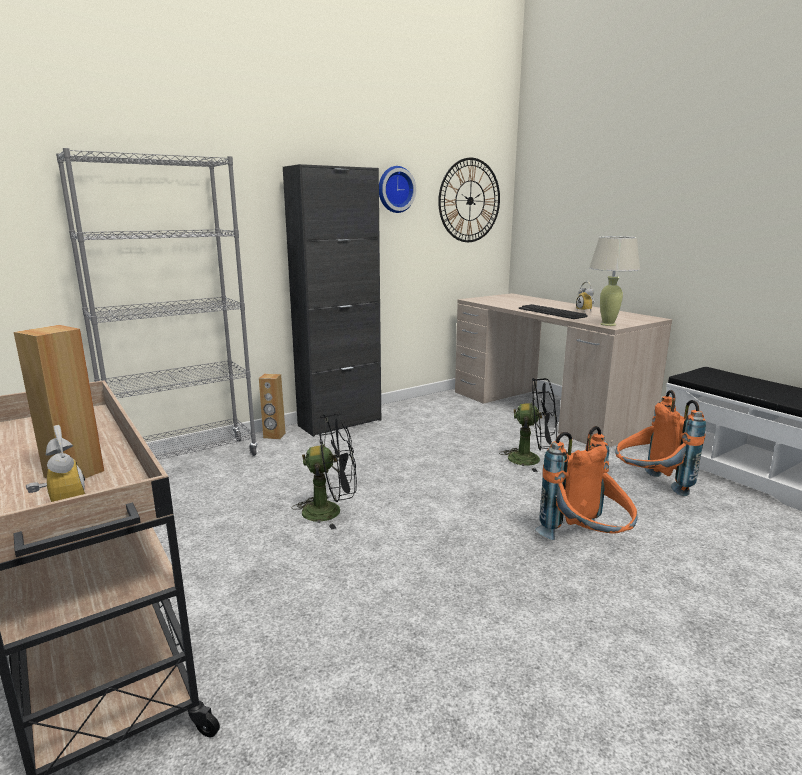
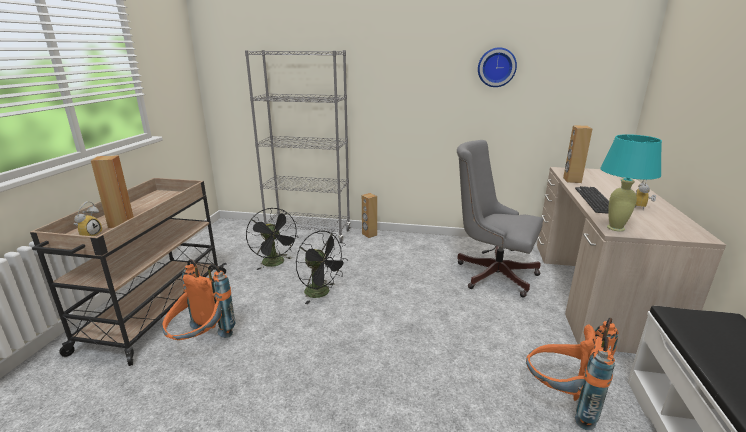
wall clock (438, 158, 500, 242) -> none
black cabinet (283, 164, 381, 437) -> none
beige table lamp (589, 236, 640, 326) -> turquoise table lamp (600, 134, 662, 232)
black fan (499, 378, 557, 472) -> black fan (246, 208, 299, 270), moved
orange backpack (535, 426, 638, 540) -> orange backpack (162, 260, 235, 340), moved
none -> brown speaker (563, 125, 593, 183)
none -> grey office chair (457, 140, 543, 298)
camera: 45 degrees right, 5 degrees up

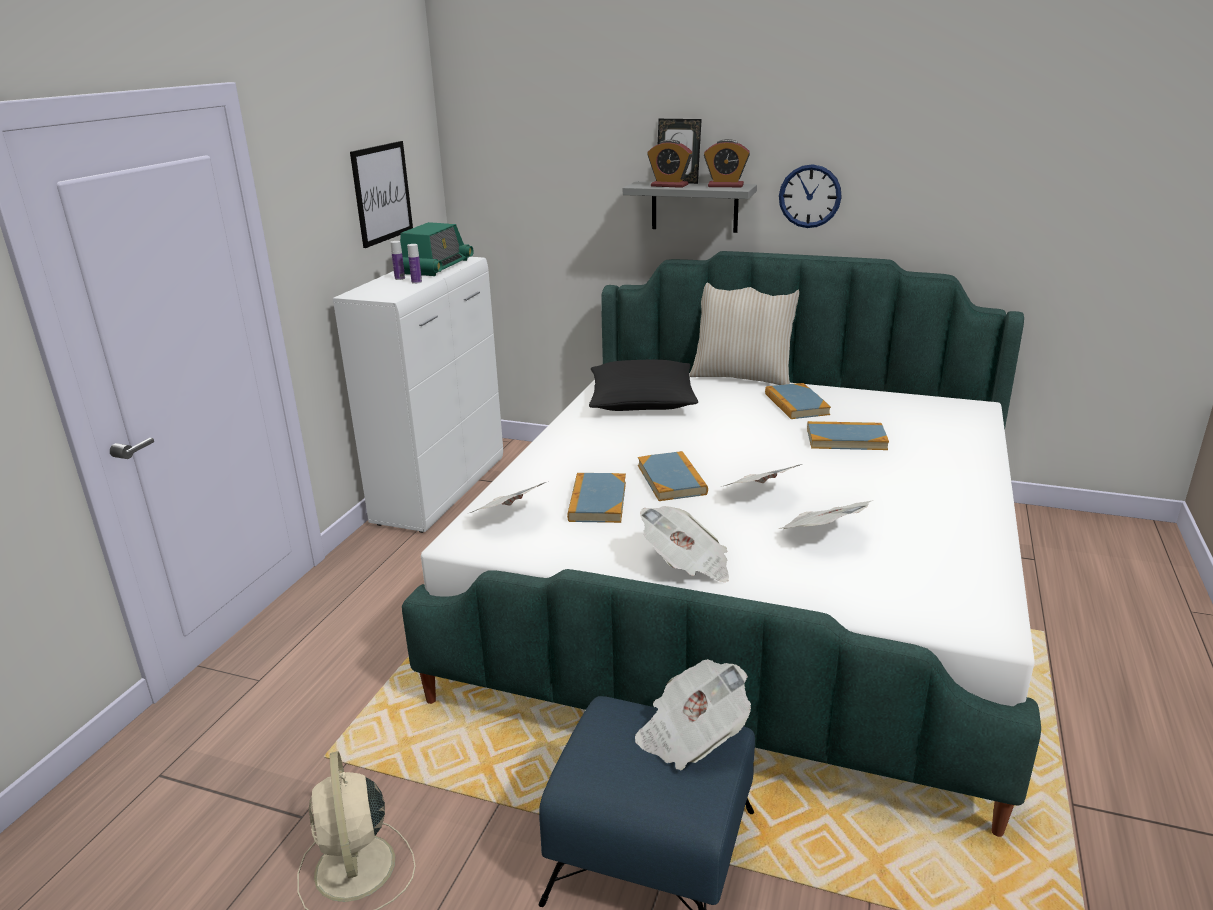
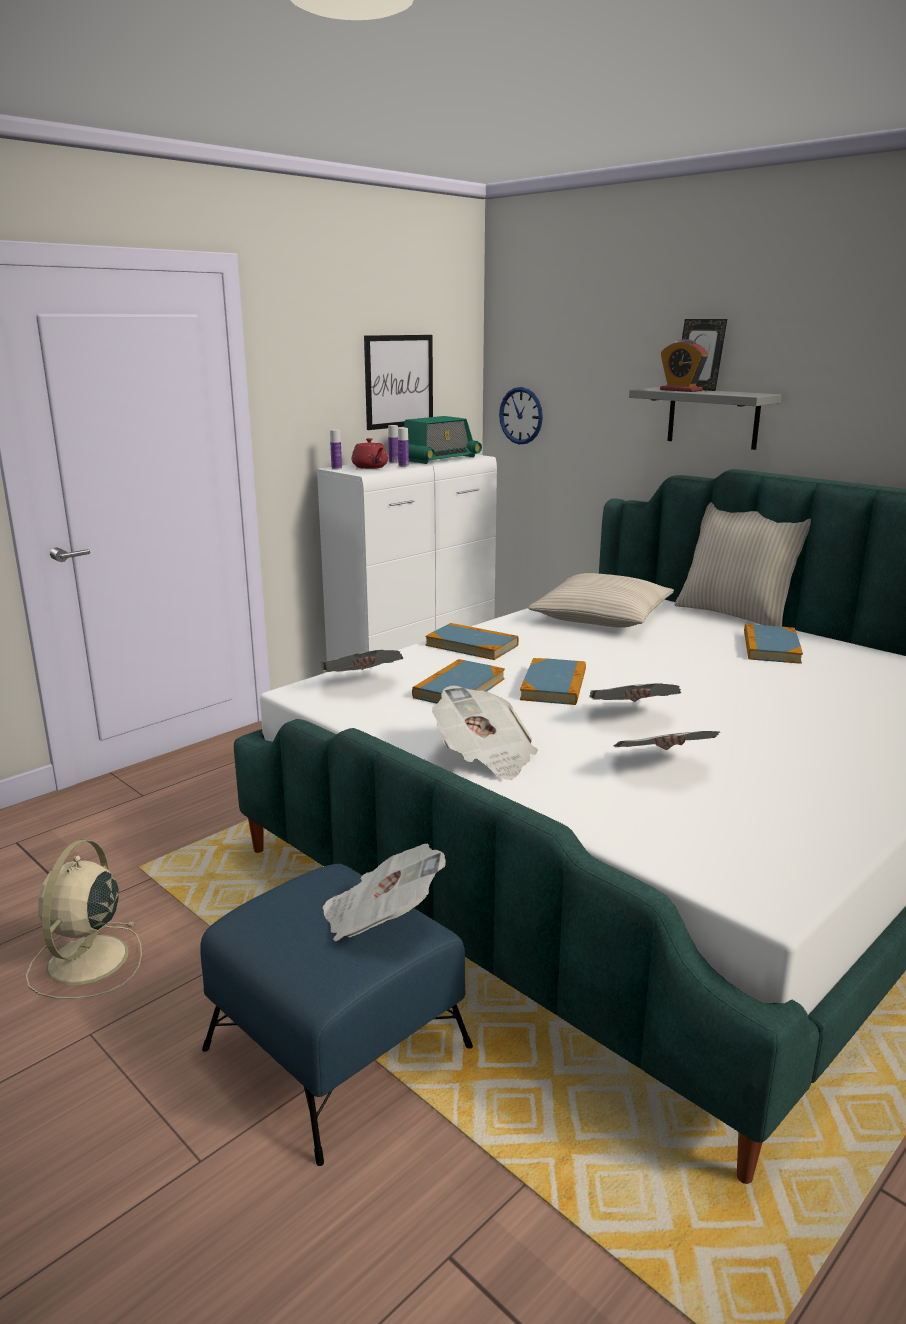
alarm clock (704, 139, 750, 187) -> none
wall clock (779, 164, 842, 228) -> wall clock (499, 387, 543, 444), moved
black pillow (589, 360, 698, 411) -> beige pillow (528, 573, 674, 628)
book (807, 421, 889, 450) -> book (425, 623, 519, 660), moved
none -> bottle (330, 430, 342, 470)
none -> red teapot (352, 438, 388, 469)
camera: 25 degrees right, 5 degrees down

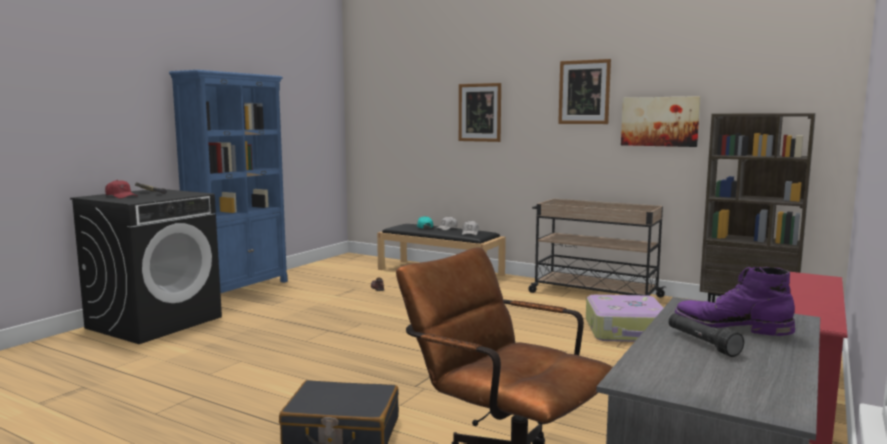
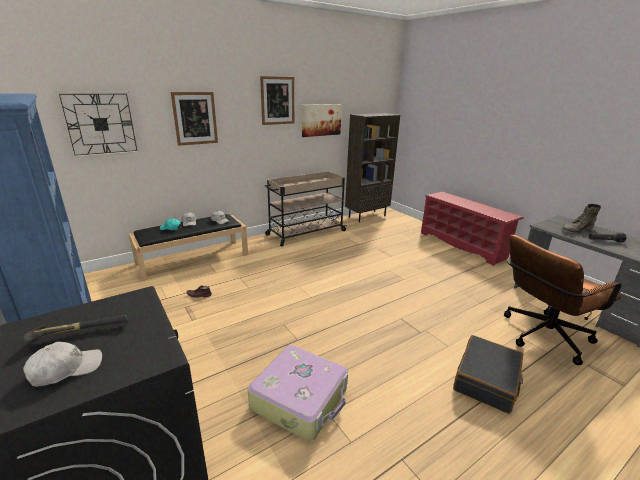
red cap (105, 180, 137, 198) -> white cap (23, 341, 102, 387)
purple boot (675, 267, 795, 336) -> green boot (561, 204, 601, 234)
suitcase (586, 295, 664, 342) -> suitcase (248, 345, 348, 441), moved
none -> wall clock (55, 91, 140, 158)
camera: 65 degrees left, 15 degrees up

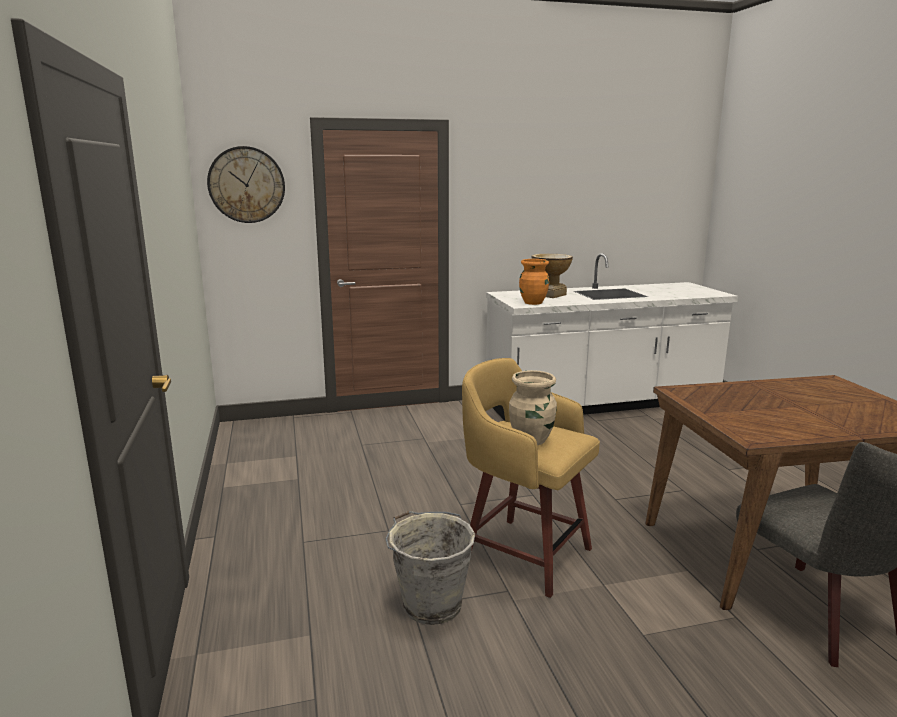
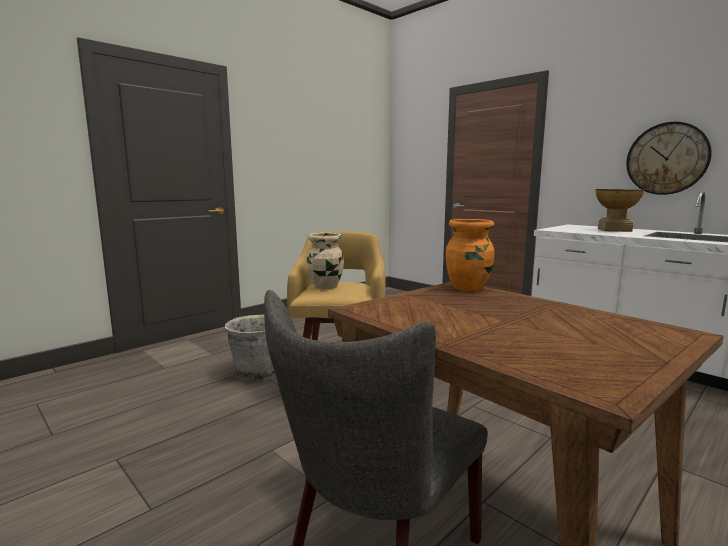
wall clock (207, 146, 285, 223) -> wall clock (626, 122, 712, 195), moved
orange vase (519, 259, 549, 305) -> orange vase (446, 219, 495, 291), moved
camera: 60 degrees right, 5 degrees down

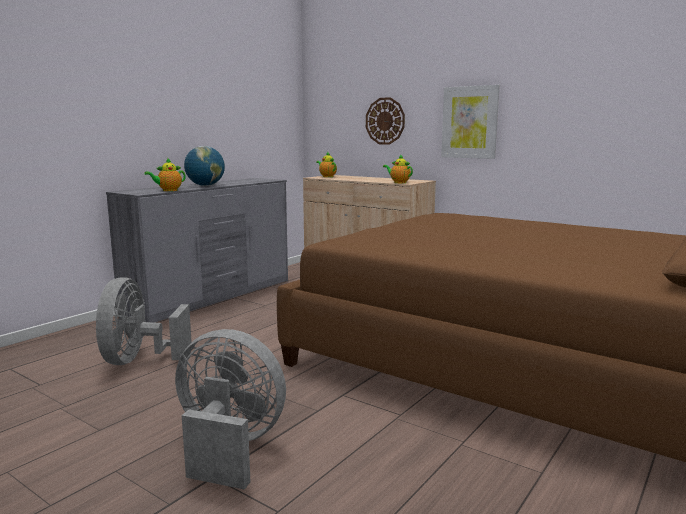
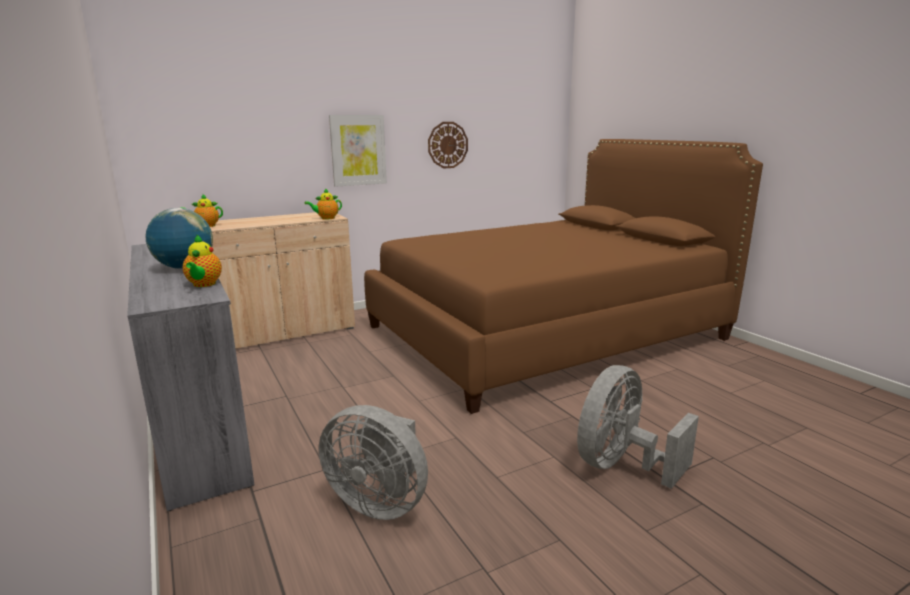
wall clock (366, 97, 405, 145) -> wall clock (428, 122, 468, 168), moved
camera: 65 degrees left, 5 degrees up

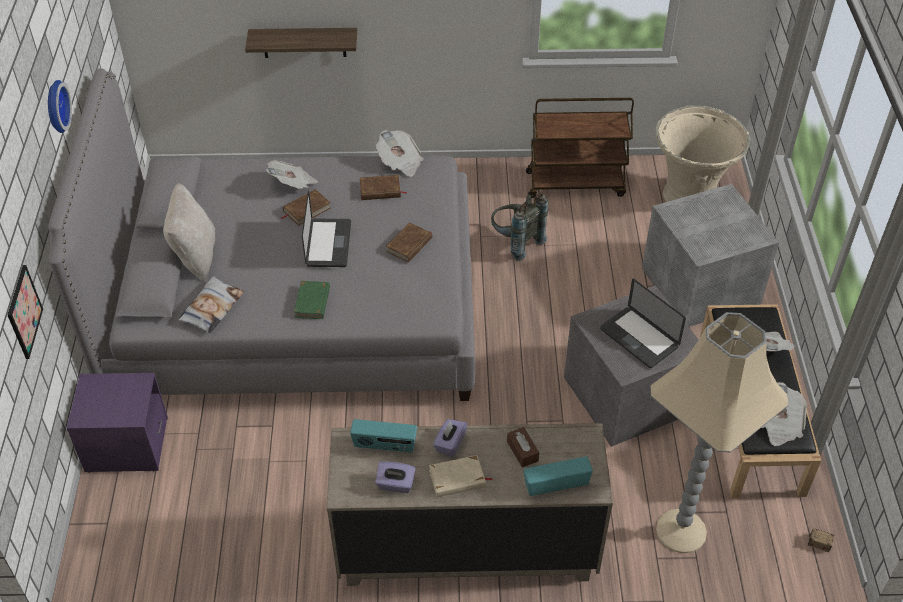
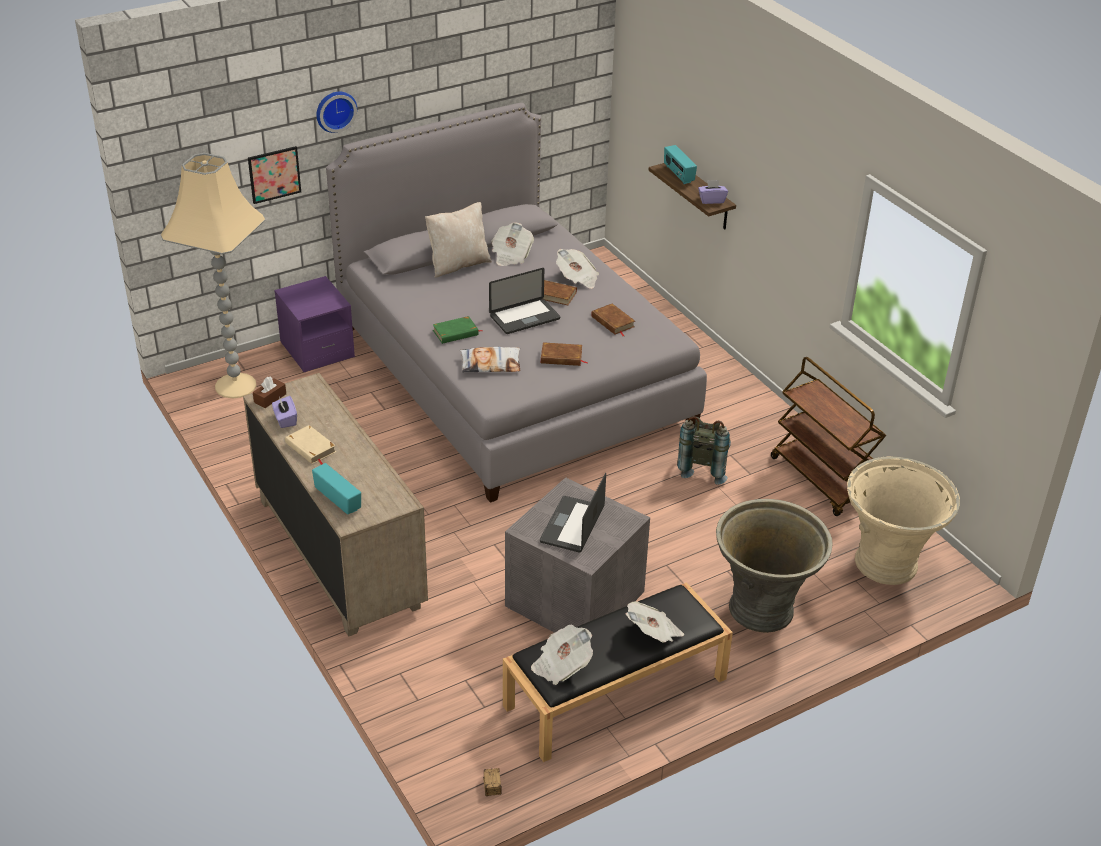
wall clock (48, 80, 72, 133) -> wall clock (317, 92, 357, 133), moved
newspaper (376, 130, 424, 177) -> newspaper (491, 222, 534, 266), moved
grey storage box (642, 184, 779, 327) -> grey planter (716, 499, 833, 633)
pillow (178, 276, 244, 333) -> pillow (460, 347, 521, 373), moved
beige floor lamp (650, 312, 789, 553) -> beige floor lamp (161, 153, 265, 398), moved
radio (350, 419, 417, 453) -> radio (664, 145, 697, 184), moved
purple tissue box (433, 419, 467, 457) -> purple tissue box (698, 180, 728, 204), moved
brown tissue box (507, 427, 539, 468) -> brown tissue box (253, 377, 286, 408), moved
camera: 60 degrees right, 10 degrees down

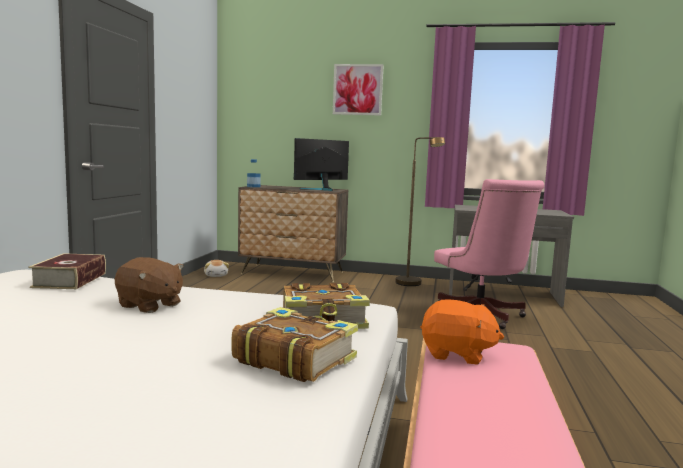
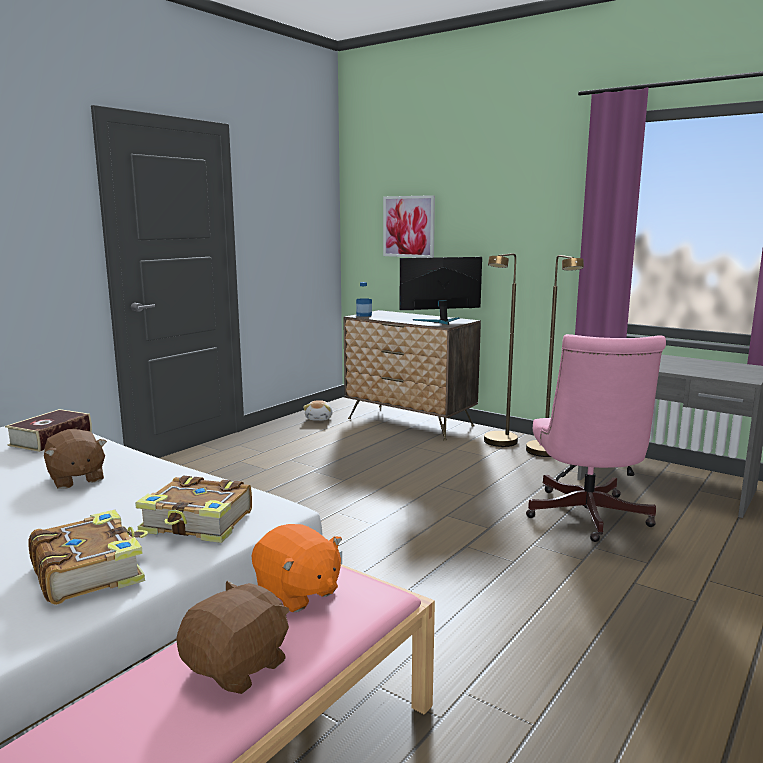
picture (333, 64, 384, 115) -> picture (383, 195, 435, 258), moved
none -> brown floor lamp (484, 253, 518, 447)
none -> brown plush toy (176, 581, 290, 694)
camera: 25 degrees right, 5 degrees up

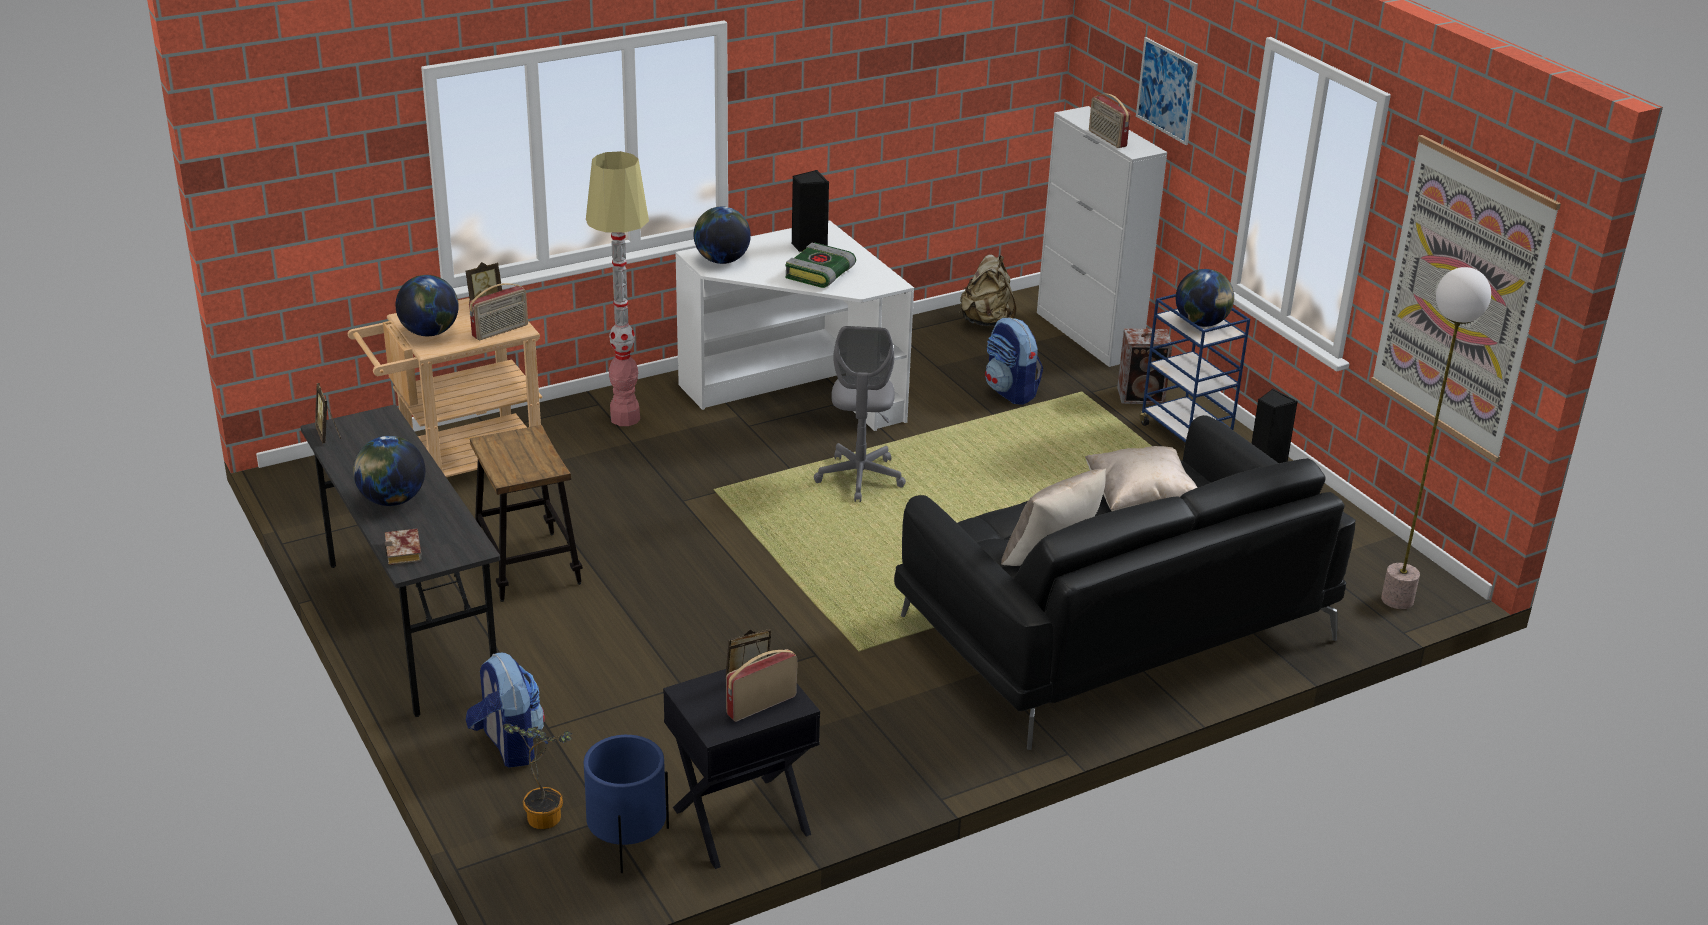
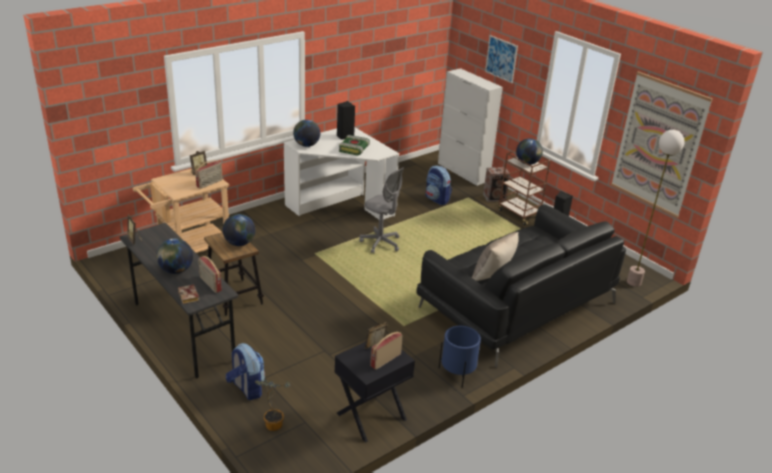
radio (1089, 94, 1130, 148) -> radio (198, 256, 222, 293), moved
floor lamp (586, 151, 649, 426) -> none
beige backpack (959, 254, 1017, 326) -> none
globe (396, 275, 459, 336) -> globe (223, 214, 255, 246), moved
blue cart (1139, 294, 1250, 448) -> brown cart (498, 150, 551, 225)
grey office chair (814, 326, 906, 502) -> grey office chair (359, 167, 404, 254), 45 degrees counterclockwise
beige pillow (1085, 446, 1198, 511) -> none
blue planter (584, 735, 669, 873) -> blue planter (439, 326, 481, 388), moved
camera: 10 degrees left, 0 degrees up

